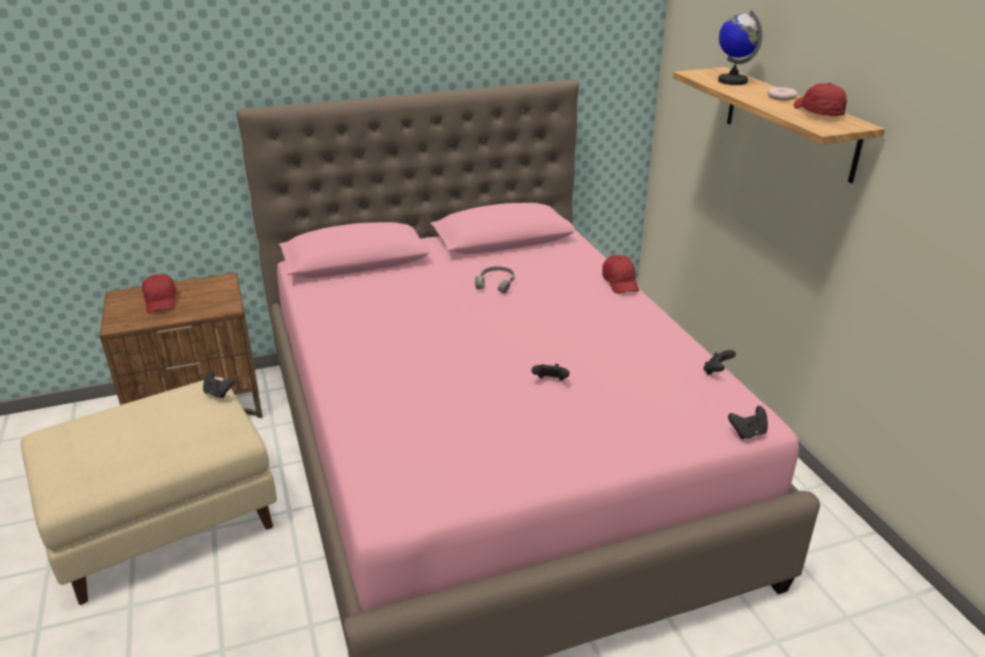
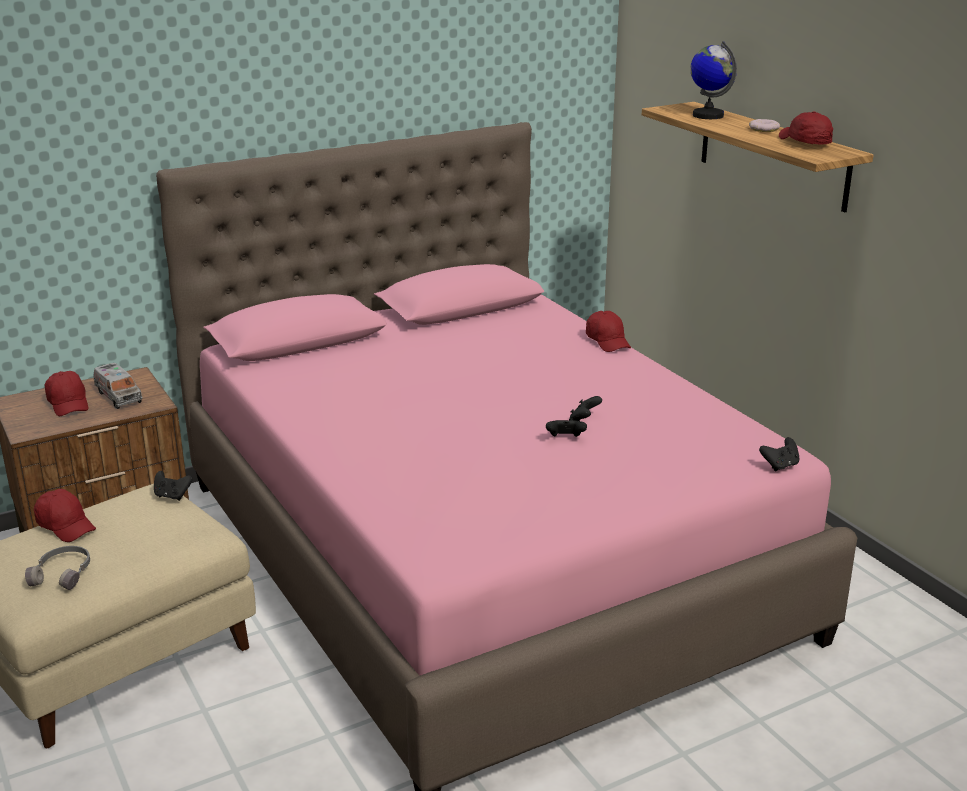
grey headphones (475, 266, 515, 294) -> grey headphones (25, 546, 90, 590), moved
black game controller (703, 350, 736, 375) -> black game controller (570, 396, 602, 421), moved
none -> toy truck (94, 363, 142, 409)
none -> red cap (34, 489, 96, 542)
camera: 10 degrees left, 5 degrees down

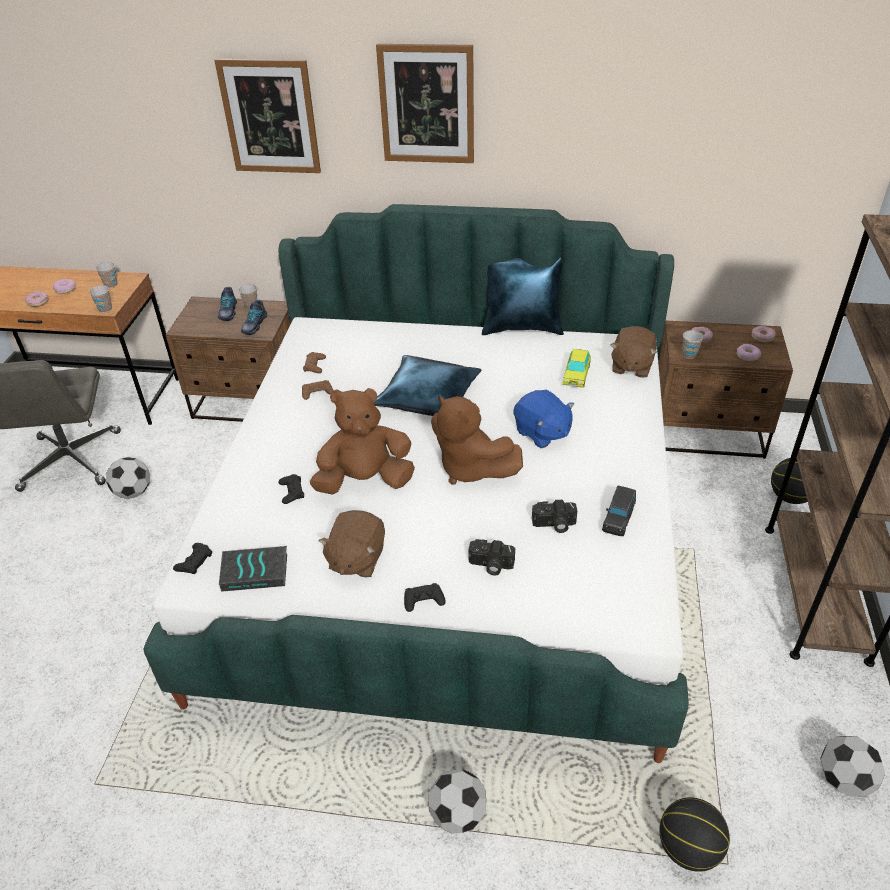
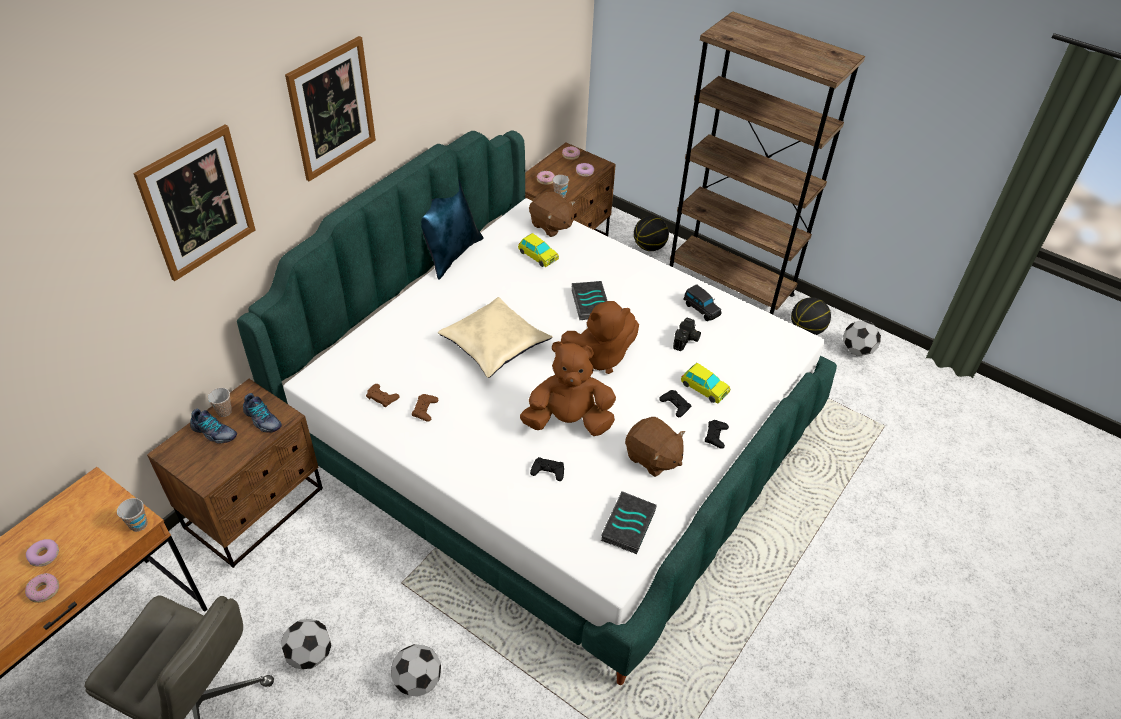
cup (96, 262, 118, 288) -> none
blue pillow (374, 355, 482, 416) -> beige pillow (438, 297, 553, 378)
brown plush toy (310, 388, 415, 494) -> brown plush toy (520, 341, 616, 436), 75 degrees clockwise
blue plush toy (514, 390, 574, 448) -> book (571, 281, 607, 320)
photo camera (468, 539, 515, 576) -> toy car (681, 363, 730, 403)
black game controller (173, 543, 212, 574) -> black game controller (659, 390, 691, 417), moved
football (429, 769, 486, 833) -> football (391, 644, 441, 697), moved
basketball (659, 797, 730, 872) -> basketball (791, 297, 831, 335), moved
camera: 65 degrees left, 5 degrees up

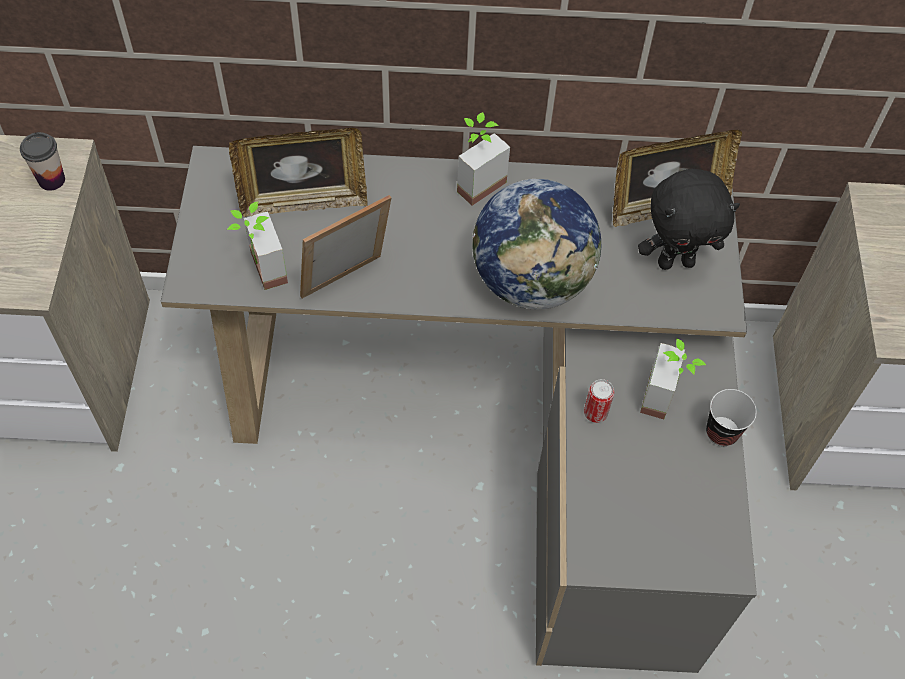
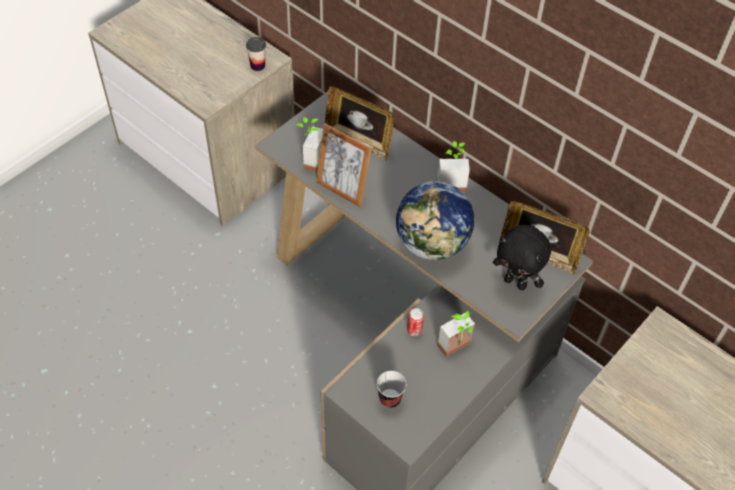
picture frame (300, 195, 391, 298) -> picture frame (316, 123, 372, 207), 150 degrees counterclockwise
cup (706, 389, 757, 446) -> cup (377, 371, 406, 408), moved
camera: 40 degrees right, 5 degrees down

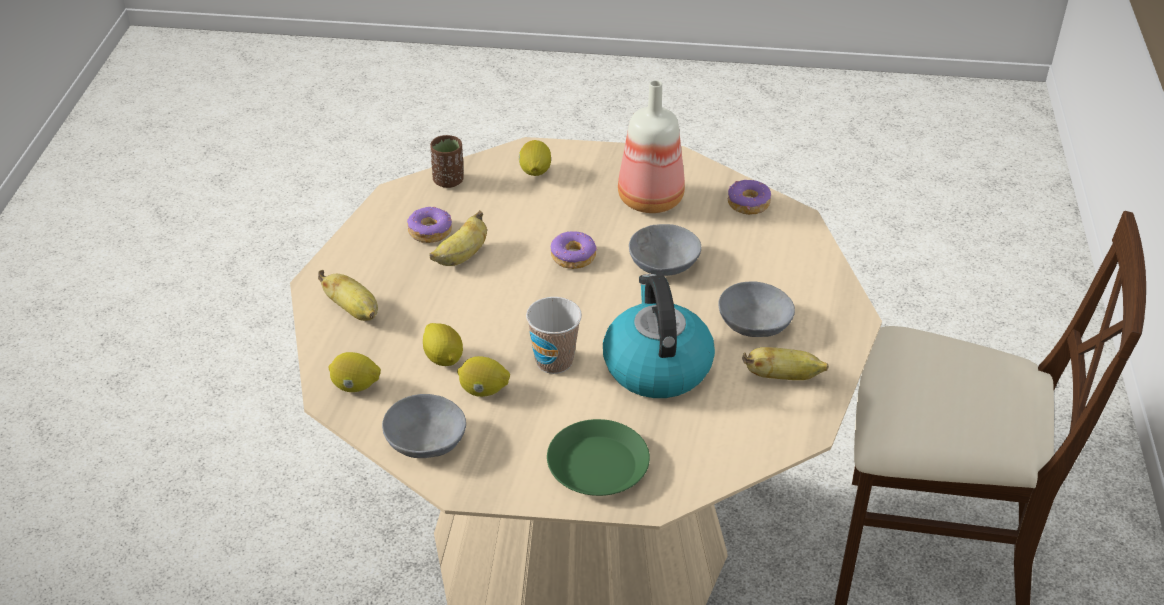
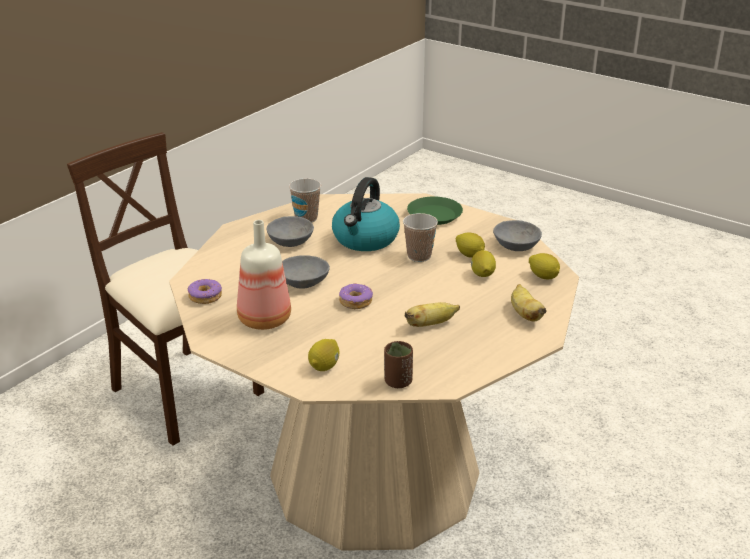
donut (407, 207, 452, 243) -> none
banana (742, 347, 829, 380) -> cup (289, 178, 321, 223)
camera: 150 degrees left, 10 degrees down

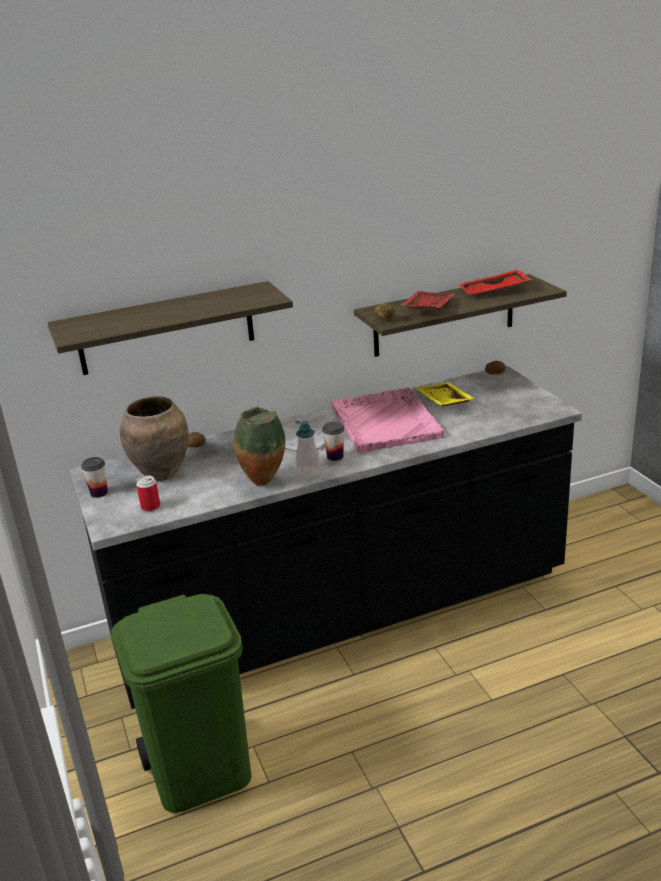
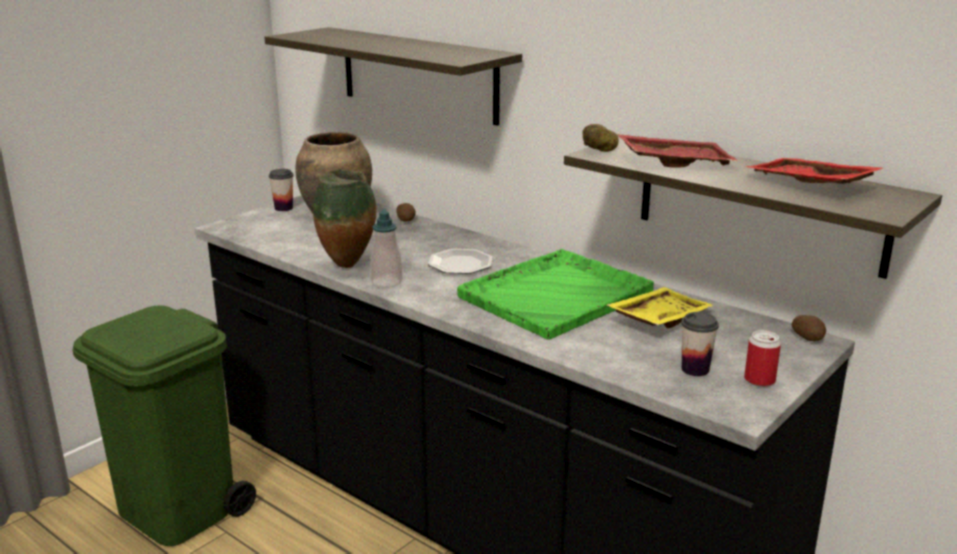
pink tray (331, 388, 444, 453) -> green tray (457, 249, 654, 340)
cup (322, 422, 344, 461) -> cup (681, 312, 719, 376), moved
can (136, 475, 160, 511) -> can (744, 330, 781, 387), moved
camera: 60 degrees right, 5 degrees down

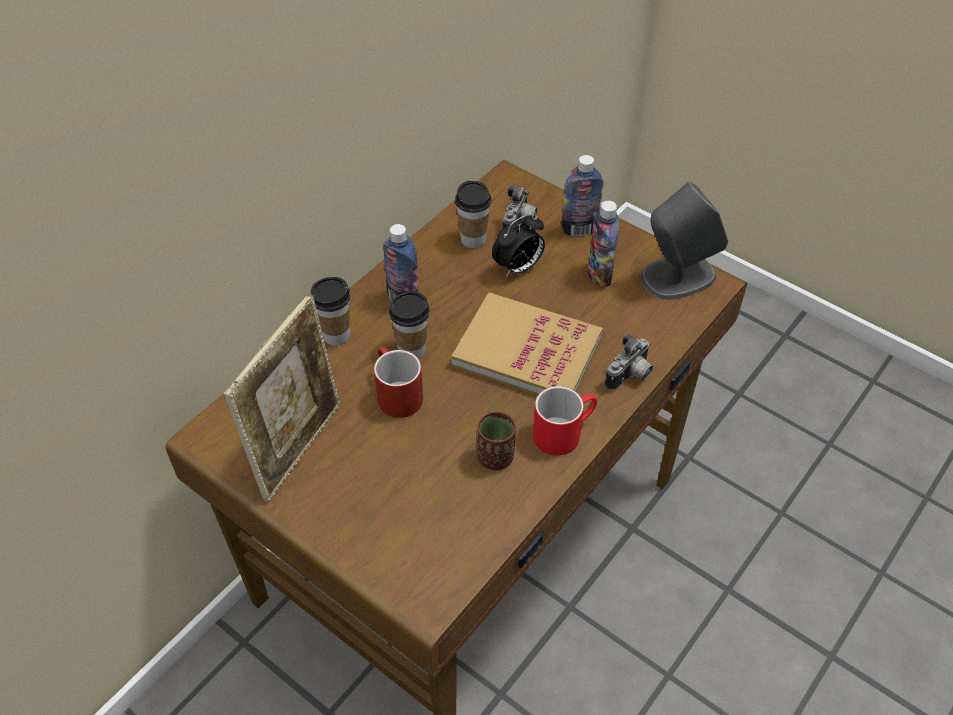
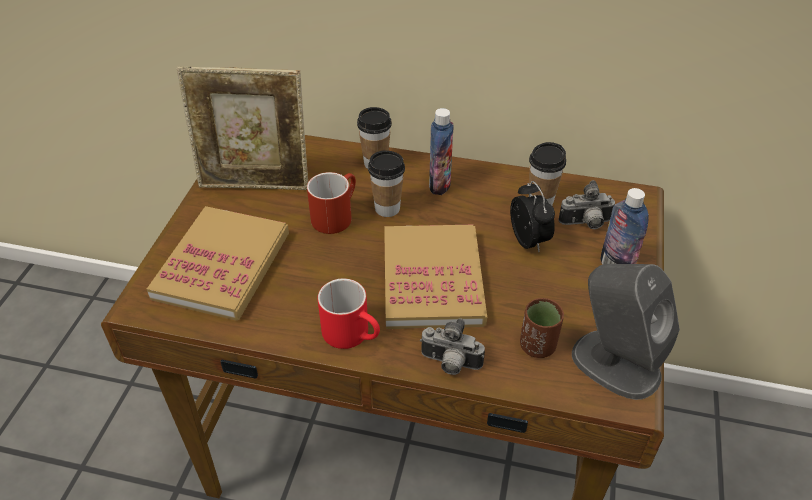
bottle (588, 201, 620, 287) -> none
alarm clock (492, 213, 545, 277) -> alarm clock (510, 181, 555, 252), 135 degrees counterclockwise
brown cup (477, 411, 516, 470) -> brown cup (520, 298, 564, 358), moved
none -> book (147, 206, 289, 321)
camera: 65 degrees right, 5 degrees down

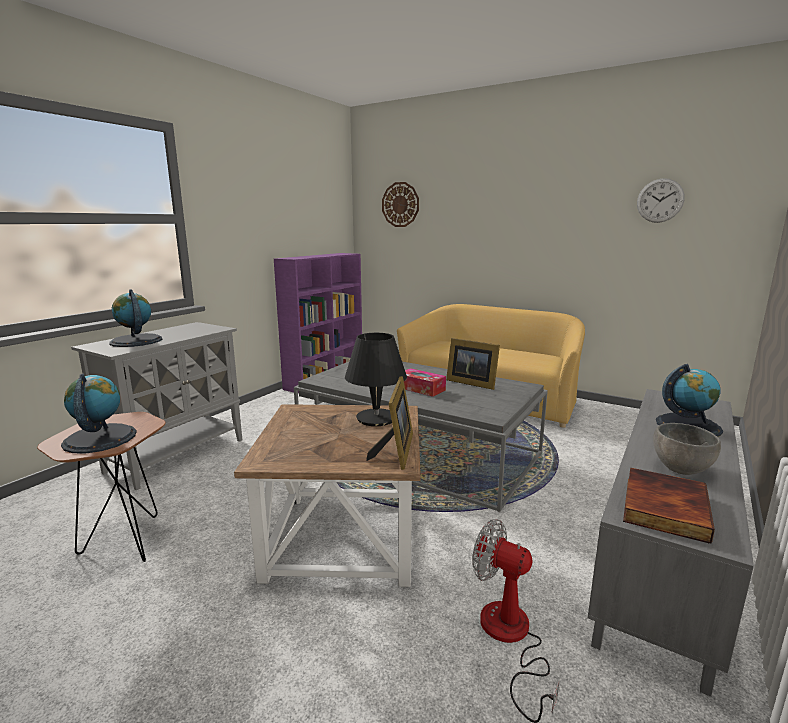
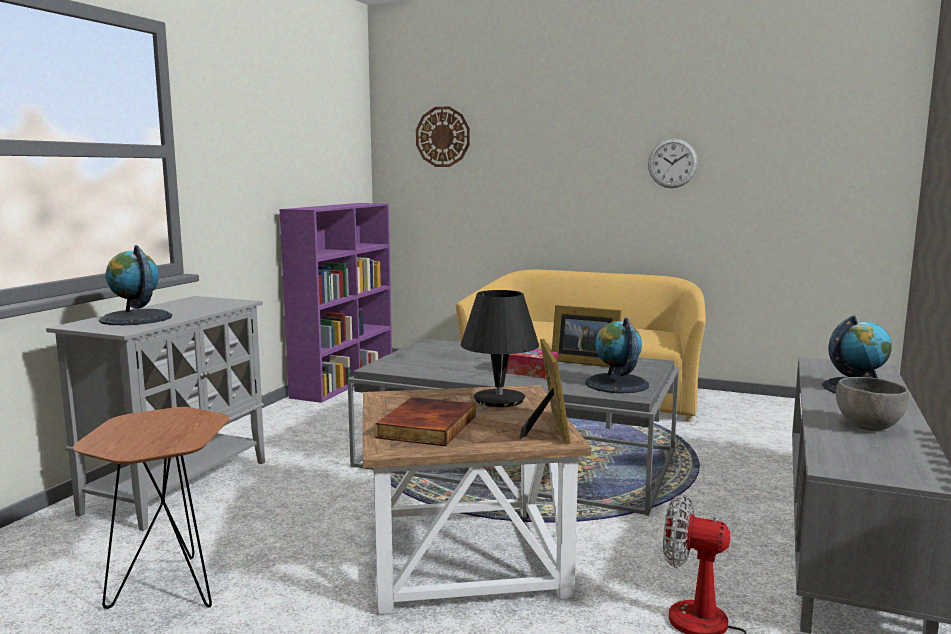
wall clock (637, 178, 685, 223) -> wall clock (648, 138, 698, 188), moved
globe (61, 374, 137, 453) -> globe (585, 318, 649, 393), moved
book (623, 468, 715, 544) -> book (375, 397, 475, 446), moved
camera: 10 degrees left, 5 degrees down

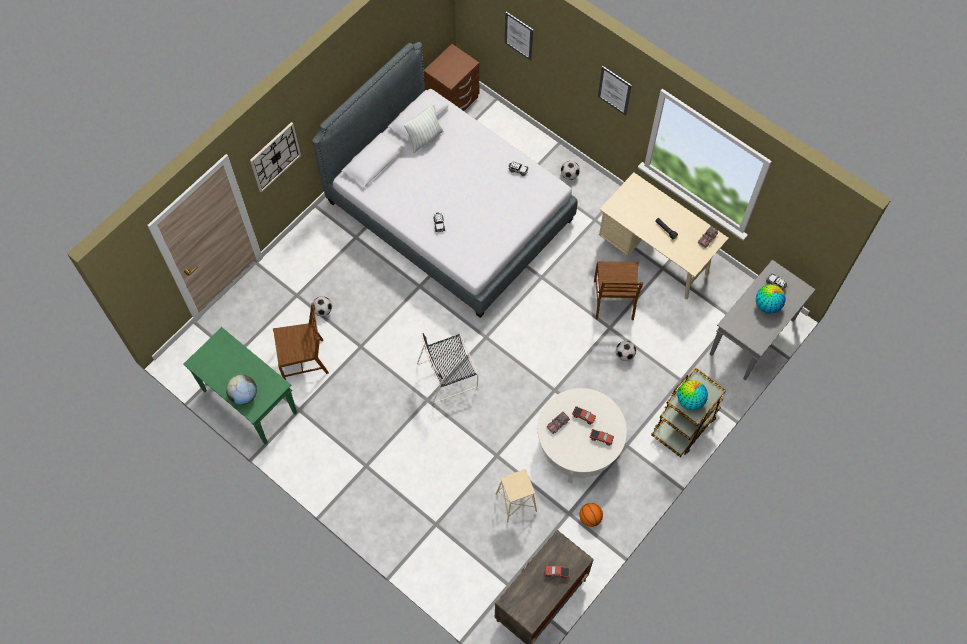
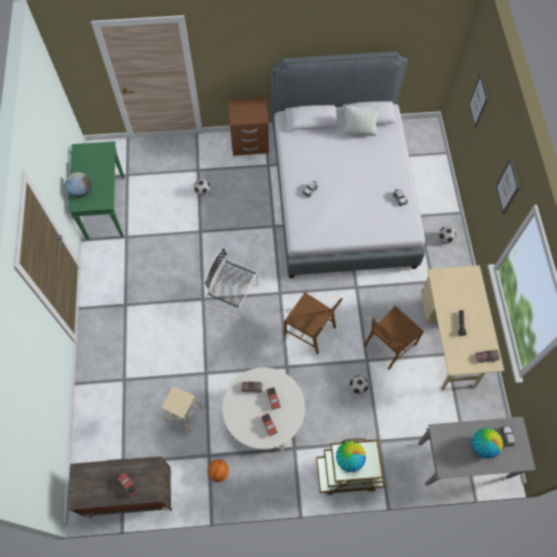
brown nightstand (424, 44, 479, 111) -> brown nightstand (228, 97, 269, 156), moved
wall clock (250, 122, 301, 193) -> none
brown chair (273, 303, 329, 380) -> brown chair (284, 292, 343, 354), moved
camera: 45 degrees right, 0 degrees up

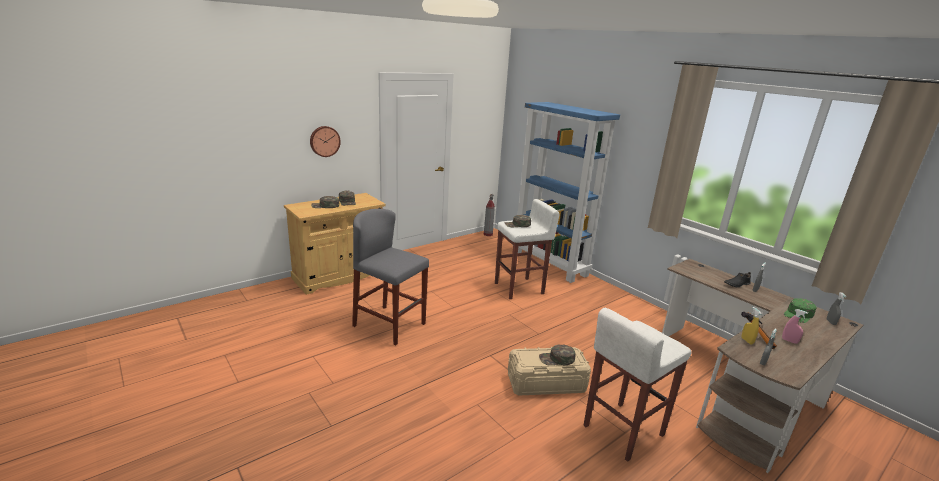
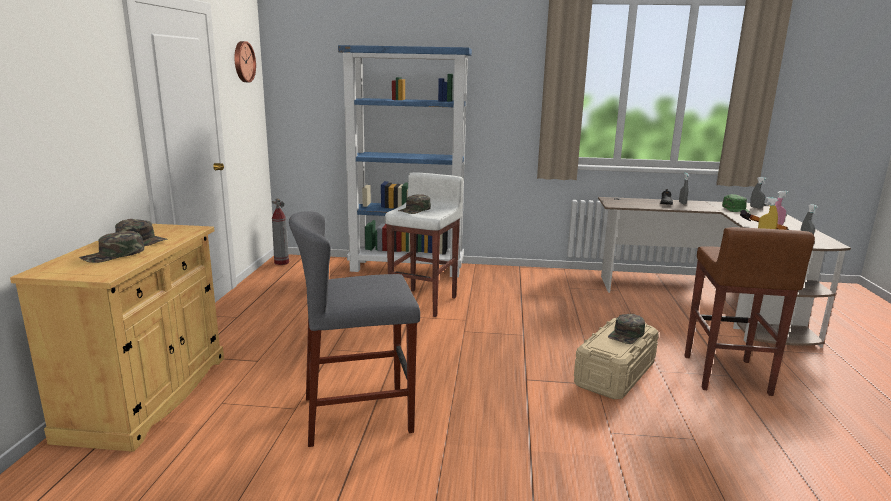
wall clock (310, 126, 341, 157) -> wall clock (234, 41, 256, 82), moved
white stool (583, 308, 692, 462) -> brown stool (685, 227, 815, 396)
camera: 45 degrees left, 5 degrees down

